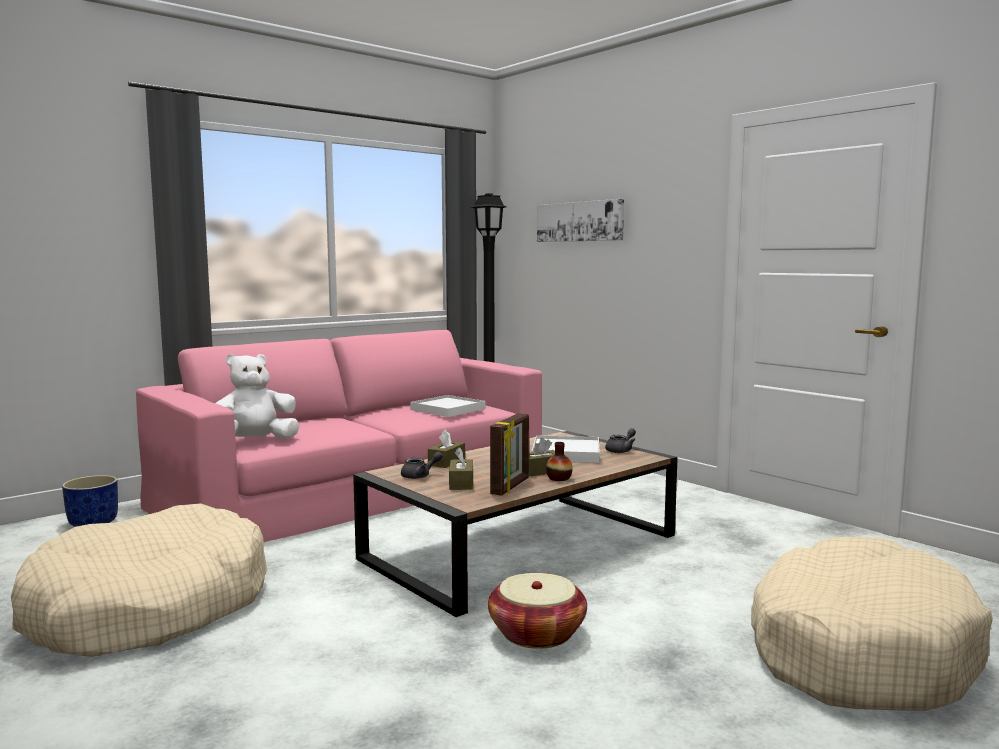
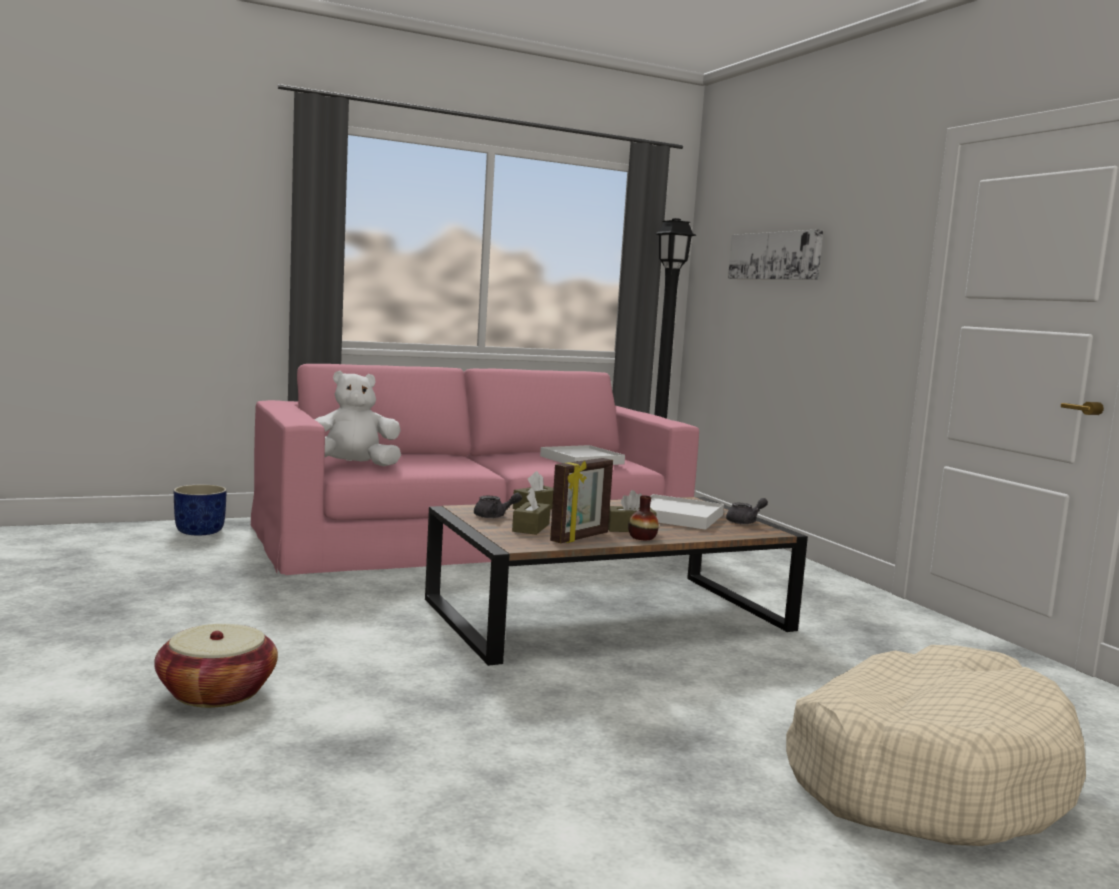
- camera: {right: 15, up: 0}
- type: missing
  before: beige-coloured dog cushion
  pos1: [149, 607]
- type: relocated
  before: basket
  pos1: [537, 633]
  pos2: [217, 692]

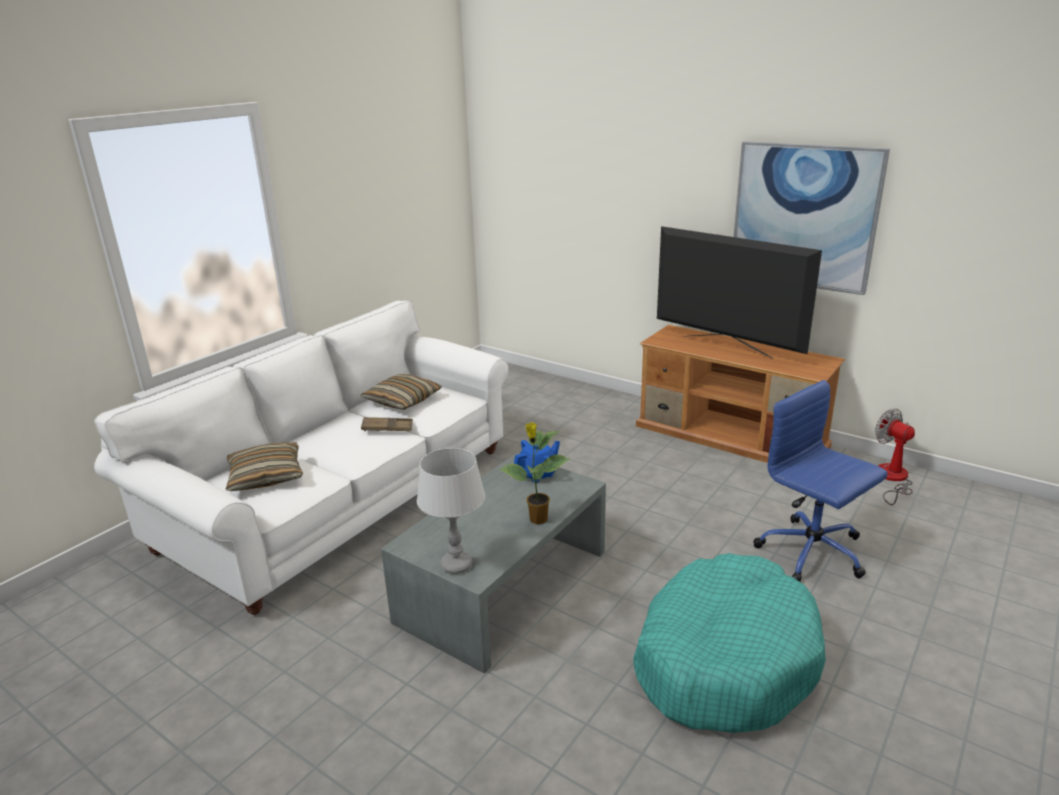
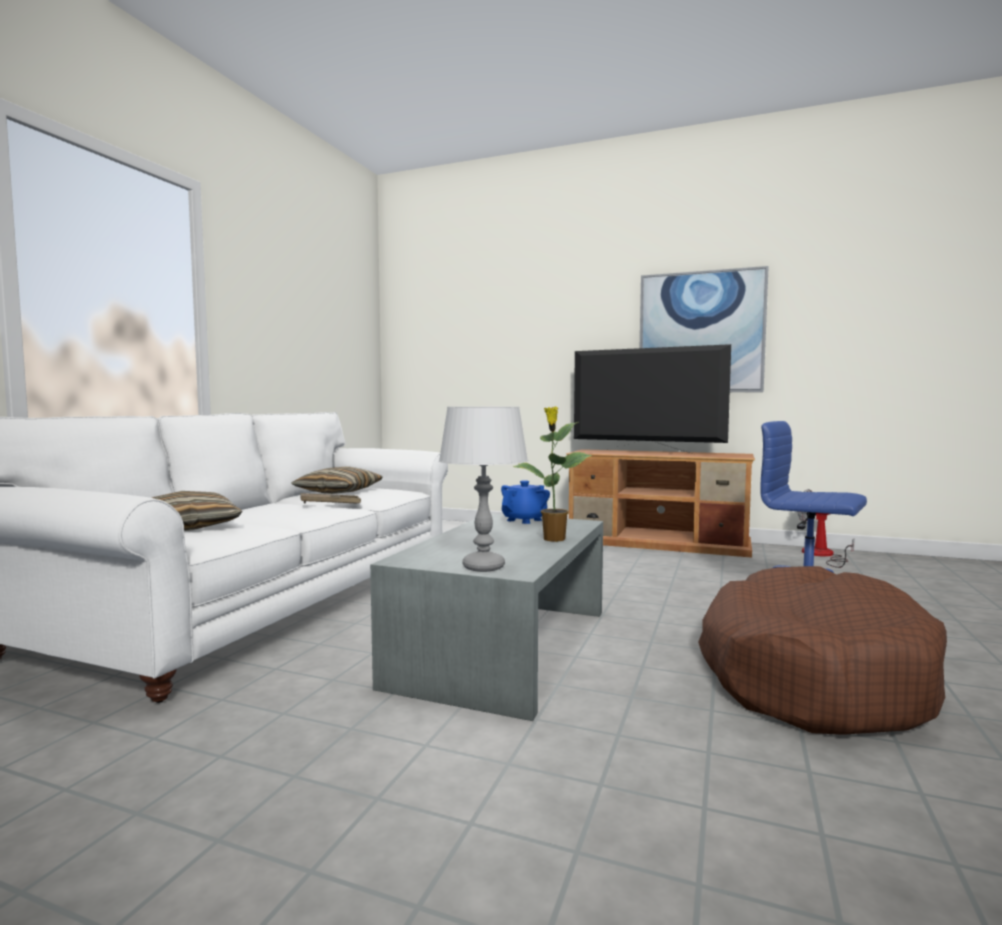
- camera: {right: -15, up: -20}
- type: colour
  before: turquoise-coloured dog cushion
  after: brown-coloured dog cushion
  pos1: [724, 659]
  pos2: [811, 675]

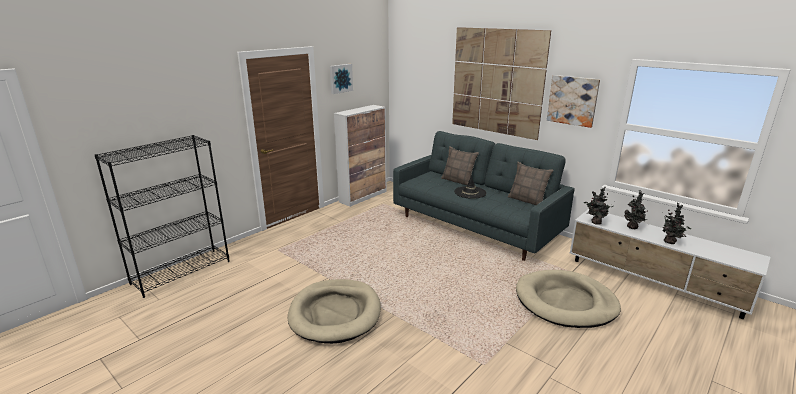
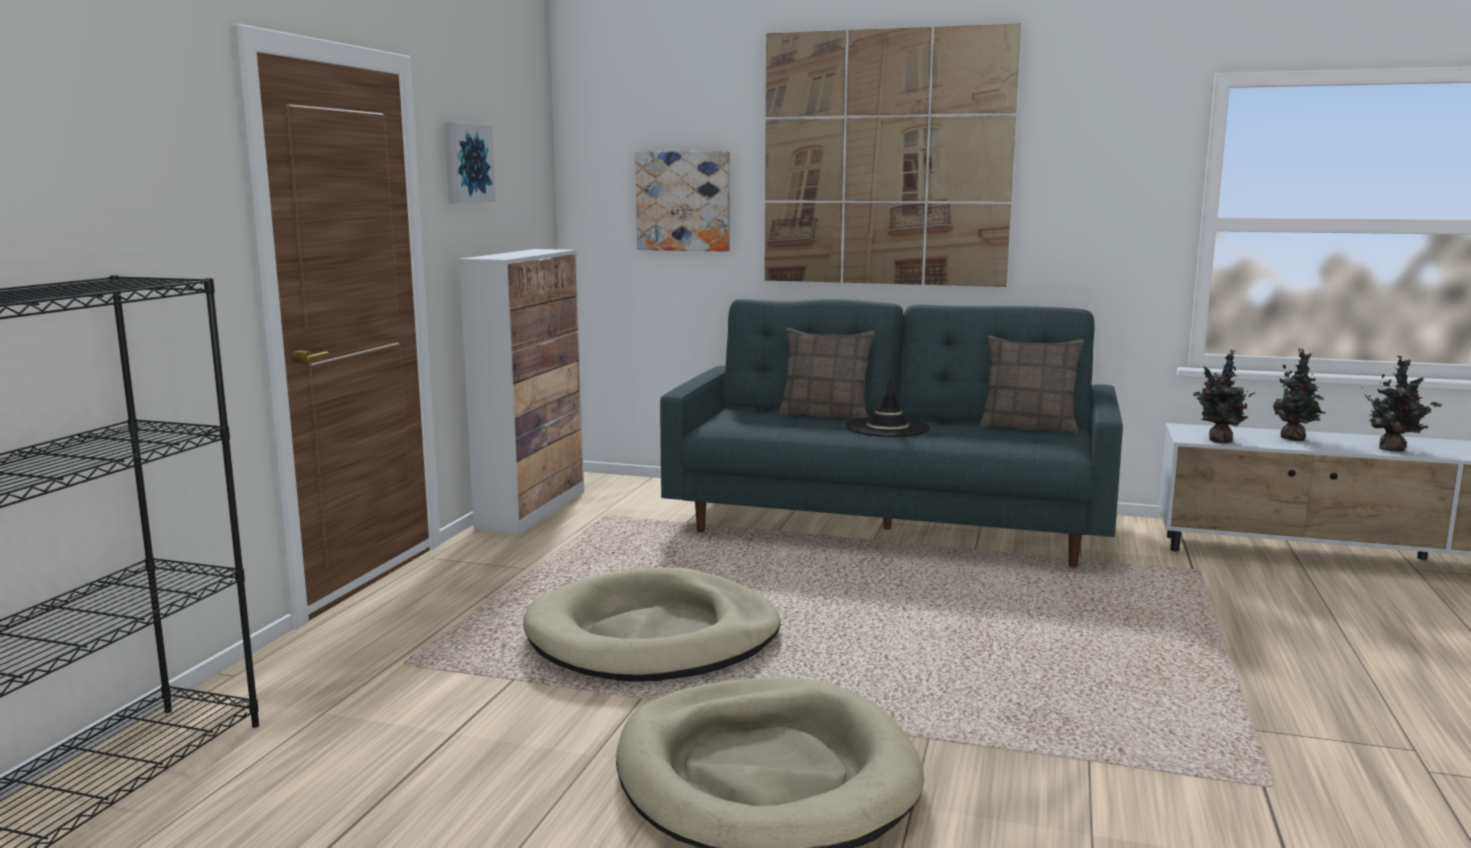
- camera: {right: -25, up: -10}
- type: relocated
  before: wall art
  pos1: [572, 100]
  pos2: [683, 201]
- type: relocated
  before: beige-coloured dog cushion
  pos1: [565, 302]
  pos2: [653, 636]

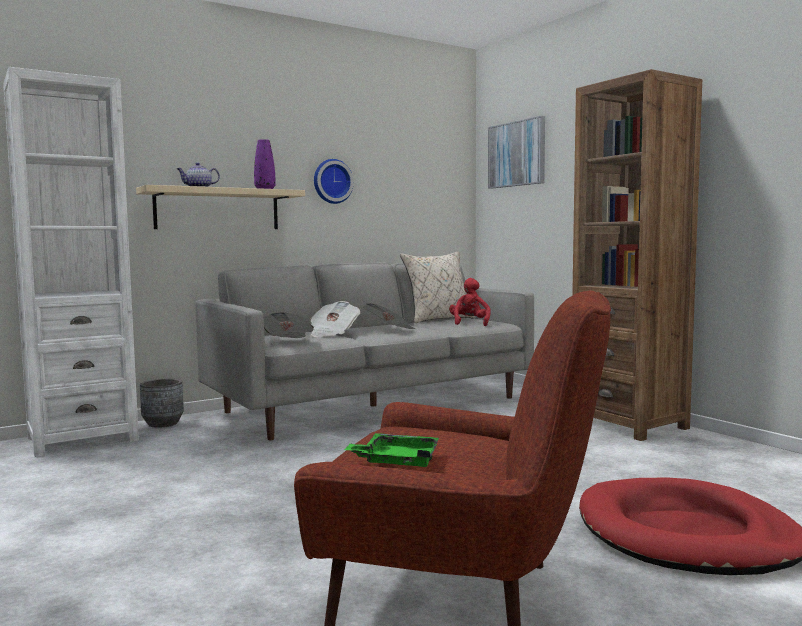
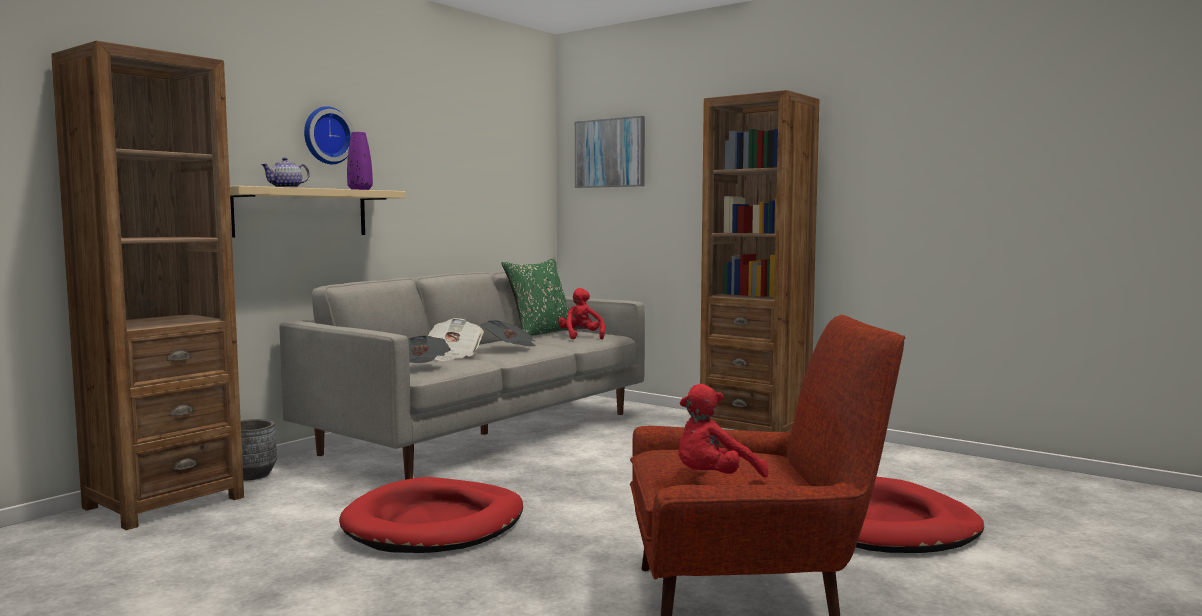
- camera: {right: -20, up: 0}
- type: colour
  before: whitish bookshelf
  after: brown-coloured bookshelf
  pos1: [82, 438]
  pos2: [164, 502]
- type: relocated
  before: wall clock
  pos1: [332, 181]
  pos2: [326, 135]
- type: colour
  before: beige-coloured cushion
  after: green cushion
  pos1: [438, 320]
  pos2: [540, 334]
- type: exchanged
  before: green serving tray
  after: reddish plush toy
  pos1: [397, 461]
  pos2: [714, 480]
- type: appeared
  after: reddish dog cushion
  pos2: [435, 524]

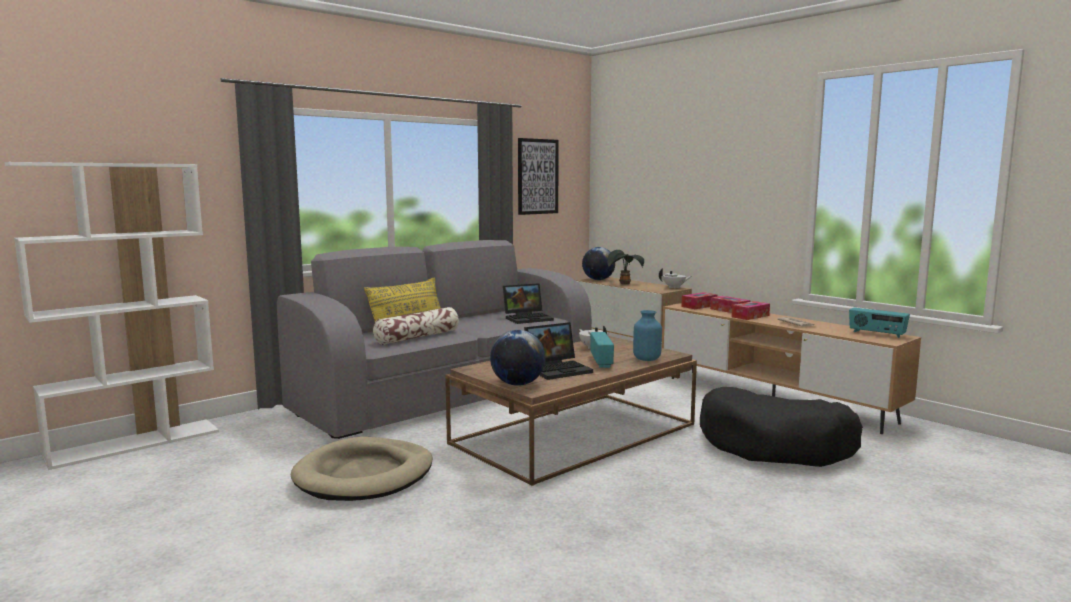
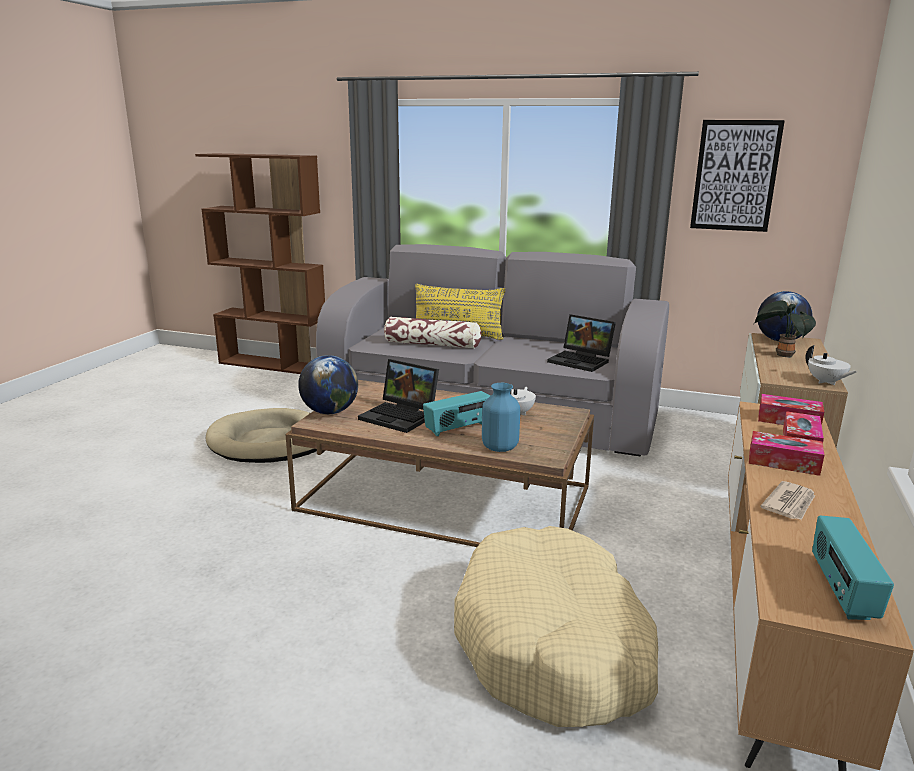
- camera: {right: 60, up: 10}
- type: colour
  before: whitish bookshelf
  after: brown-coloured bookshelf
  pos1: [135, 443]
  pos2: [274, 365]
- type: colour
  before: black-coloured dog cushion
  after: beige-coloured dog cushion
  pos1: [775, 445]
  pos2: [554, 645]

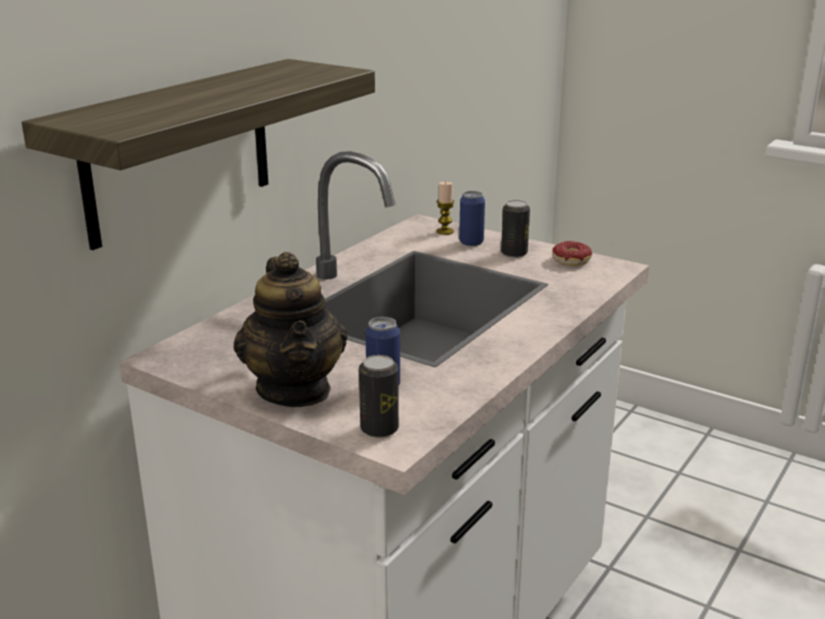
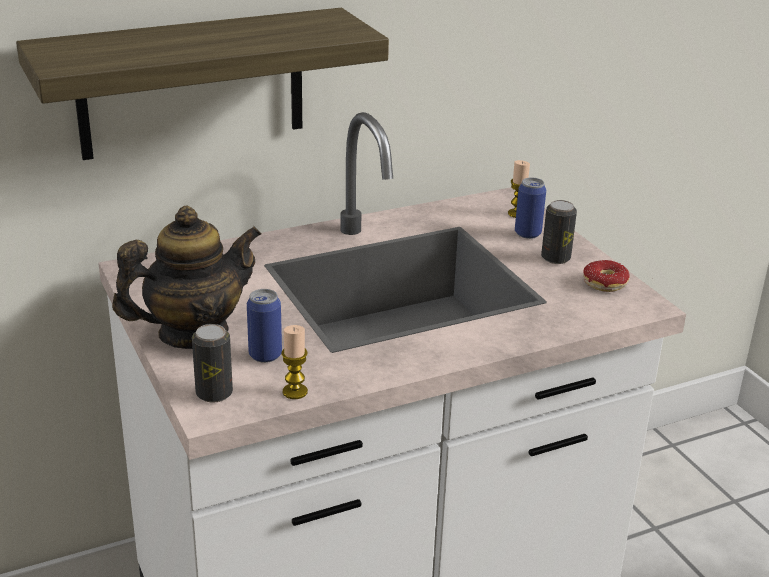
- camera: {right: 30, up: 5}
- type: spun
  before: pot for tea
  pos1: [295, 390]
  pos2: [193, 333]
  turn: -135
- type: appeared
  after: wax light
  pos2: [295, 392]

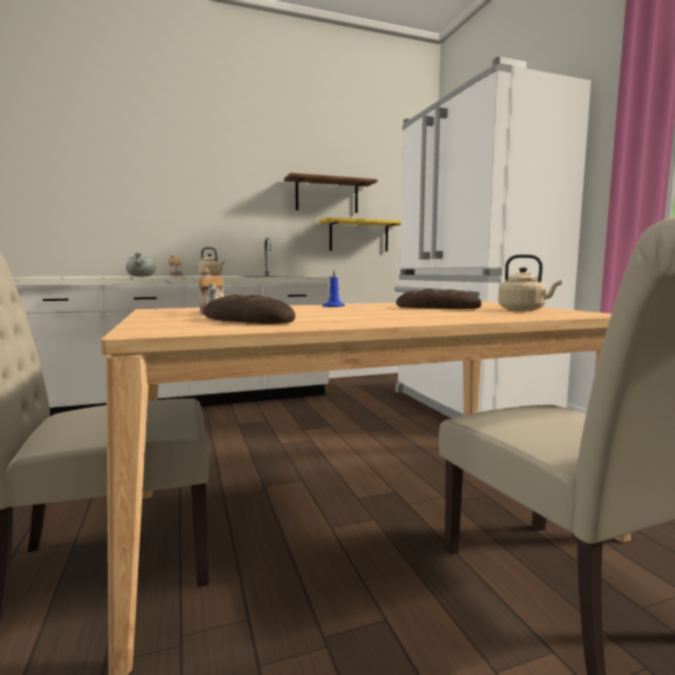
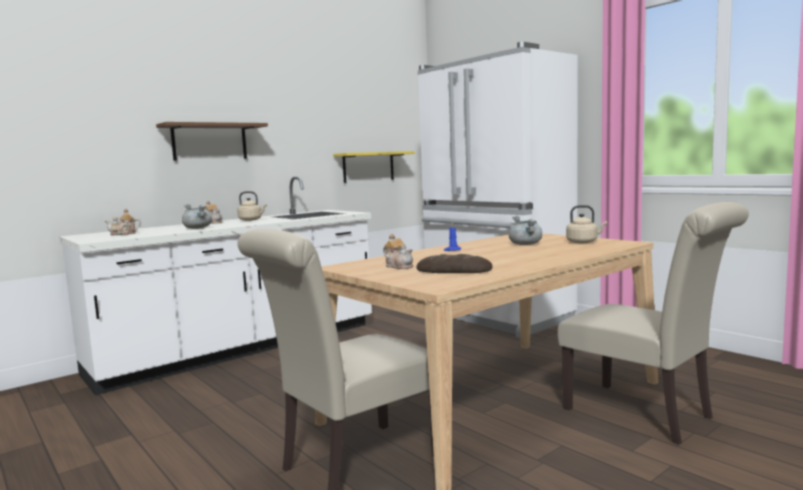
- camera: {right: -20, up: 0}
- type: relocated
  before: brown-coloured shelf
  pos1: [327, 196]
  pos2: [209, 142]
- type: exchanged
  before: bread
  after: gray saucepot
  pos1: [437, 308]
  pos2: [525, 244]
- type: appeared
  after: pot for tea
  pos2: [124, 234]

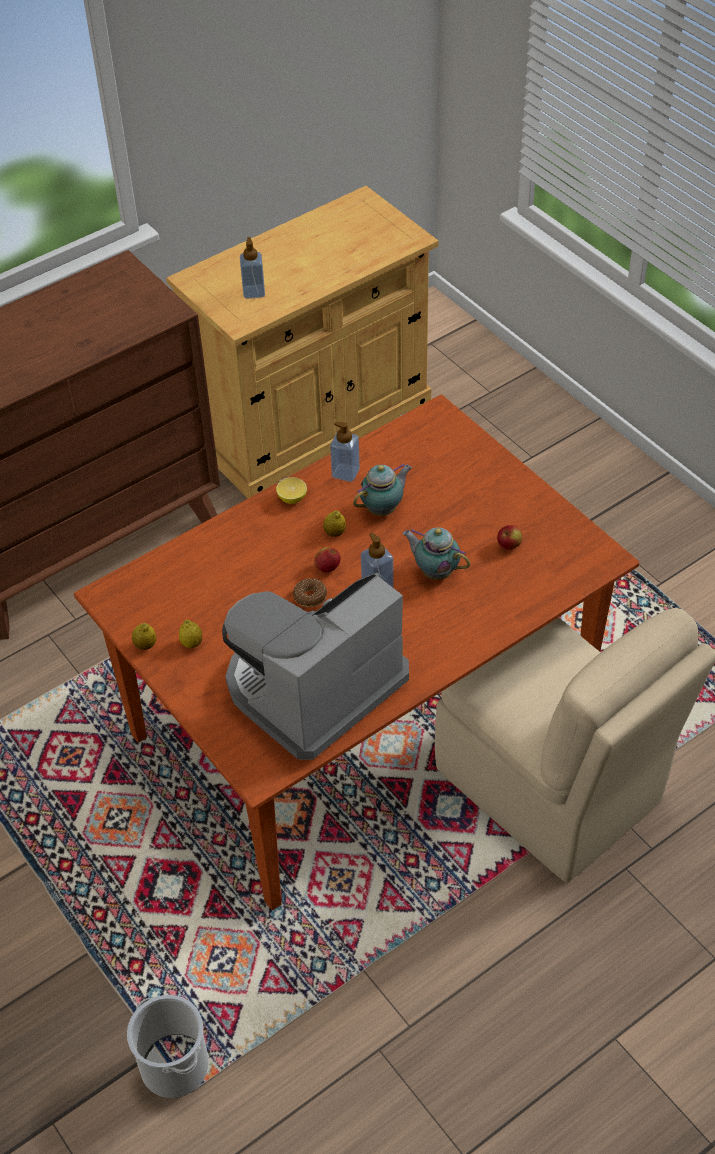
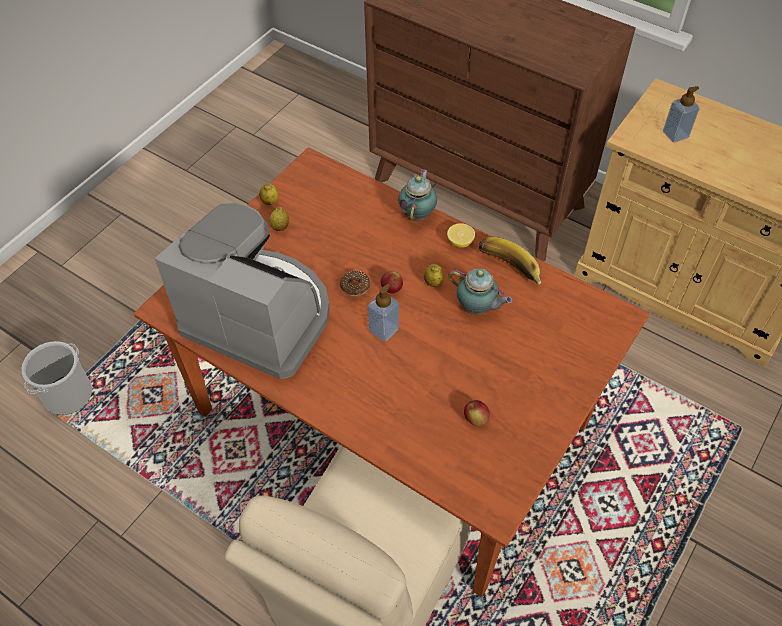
- camera: {right: 70, up: 5}
- type: exchanged
  before: liquid soap bottle
  after: banana fruit
  pos1: [345, 473]
  pos2: [507, 269]
- type: relocated
  before: pot for tea
  pos1: [435, 571]
  pos2: [418, 214]

